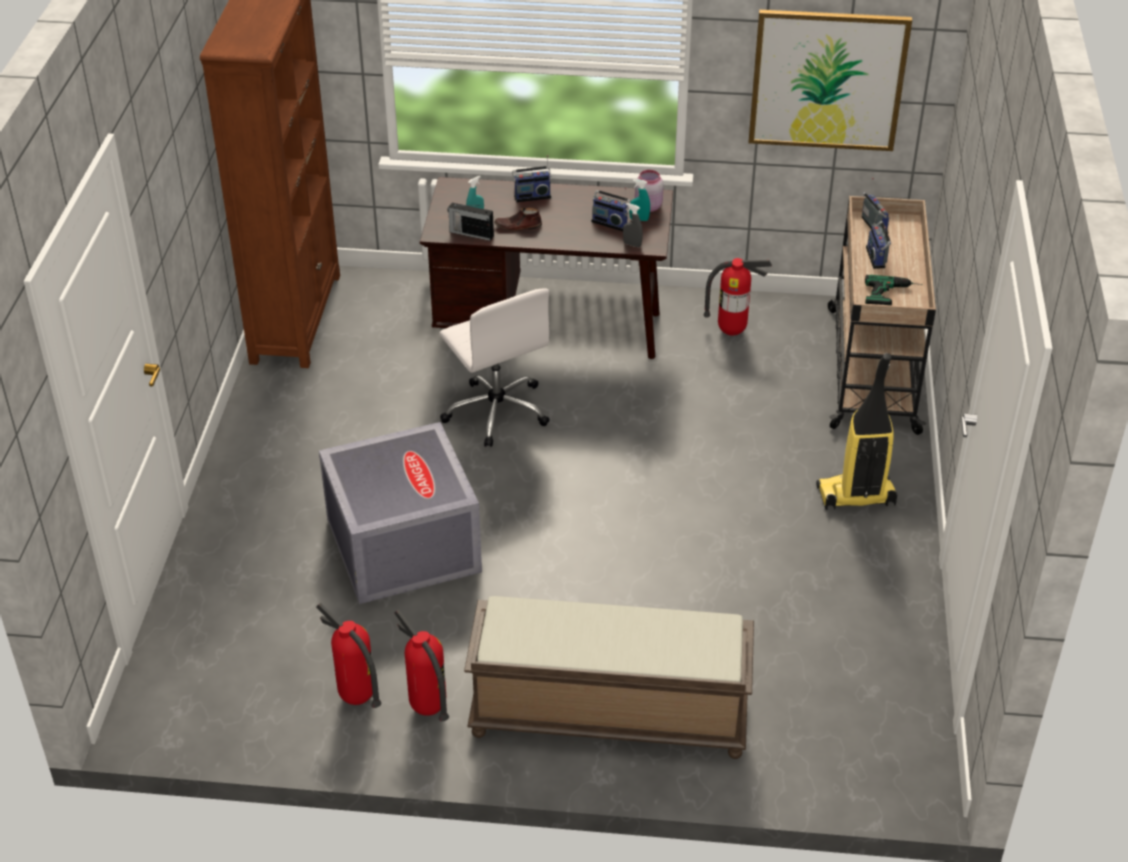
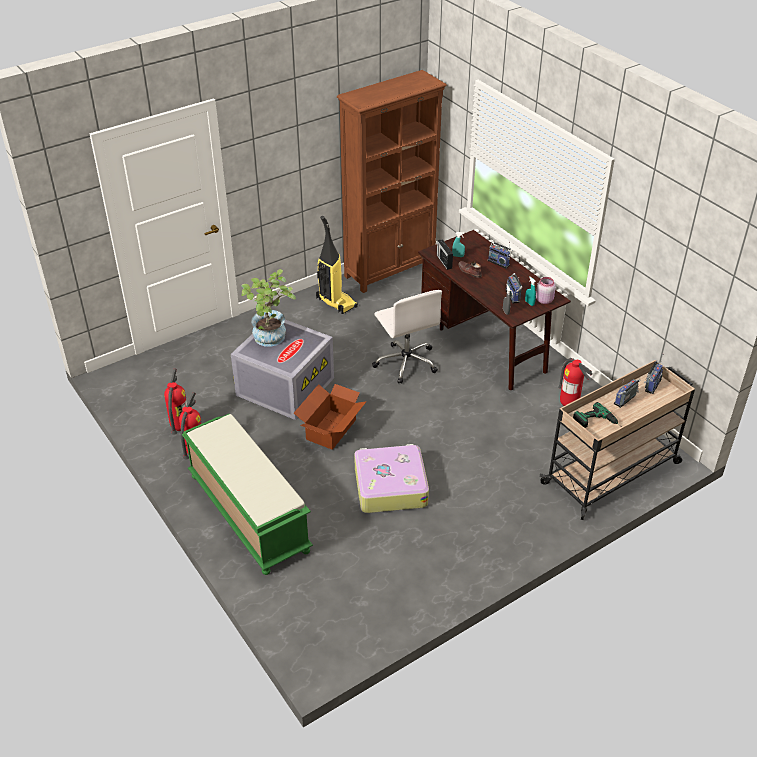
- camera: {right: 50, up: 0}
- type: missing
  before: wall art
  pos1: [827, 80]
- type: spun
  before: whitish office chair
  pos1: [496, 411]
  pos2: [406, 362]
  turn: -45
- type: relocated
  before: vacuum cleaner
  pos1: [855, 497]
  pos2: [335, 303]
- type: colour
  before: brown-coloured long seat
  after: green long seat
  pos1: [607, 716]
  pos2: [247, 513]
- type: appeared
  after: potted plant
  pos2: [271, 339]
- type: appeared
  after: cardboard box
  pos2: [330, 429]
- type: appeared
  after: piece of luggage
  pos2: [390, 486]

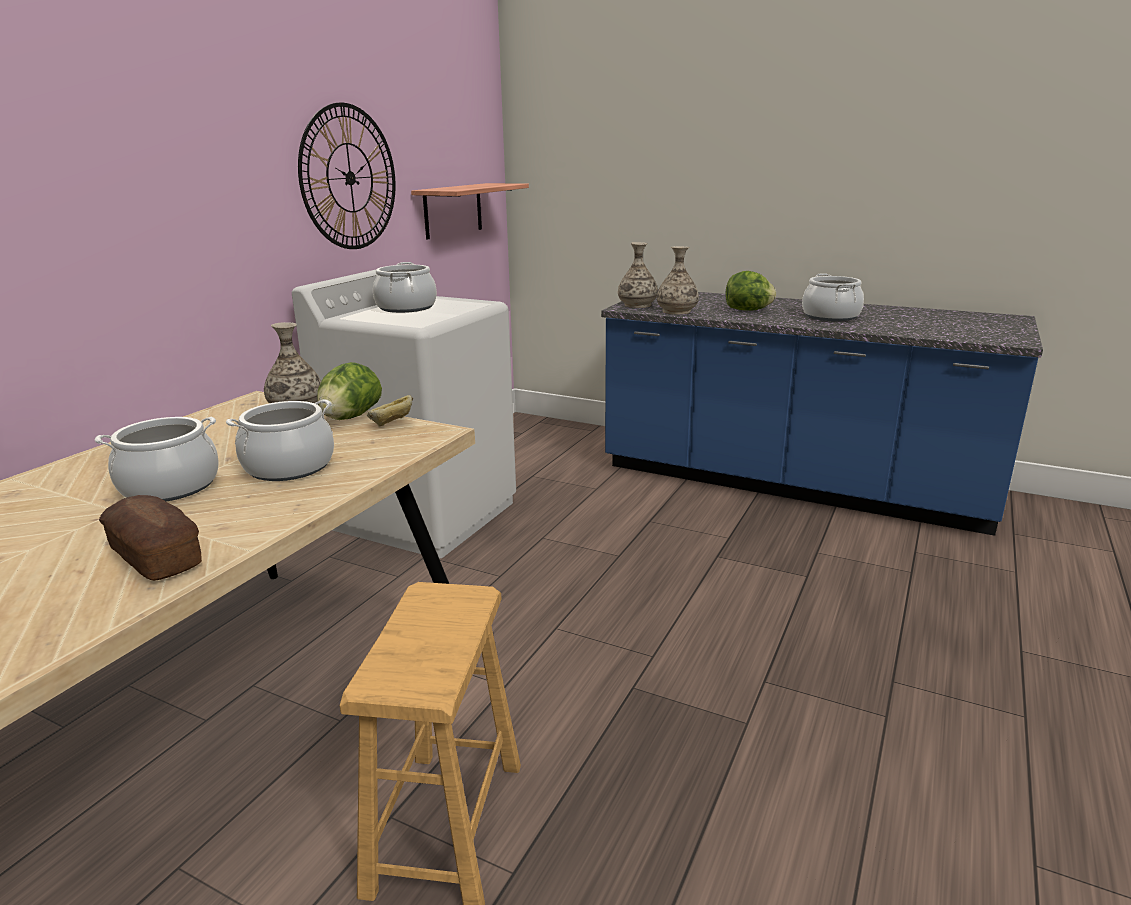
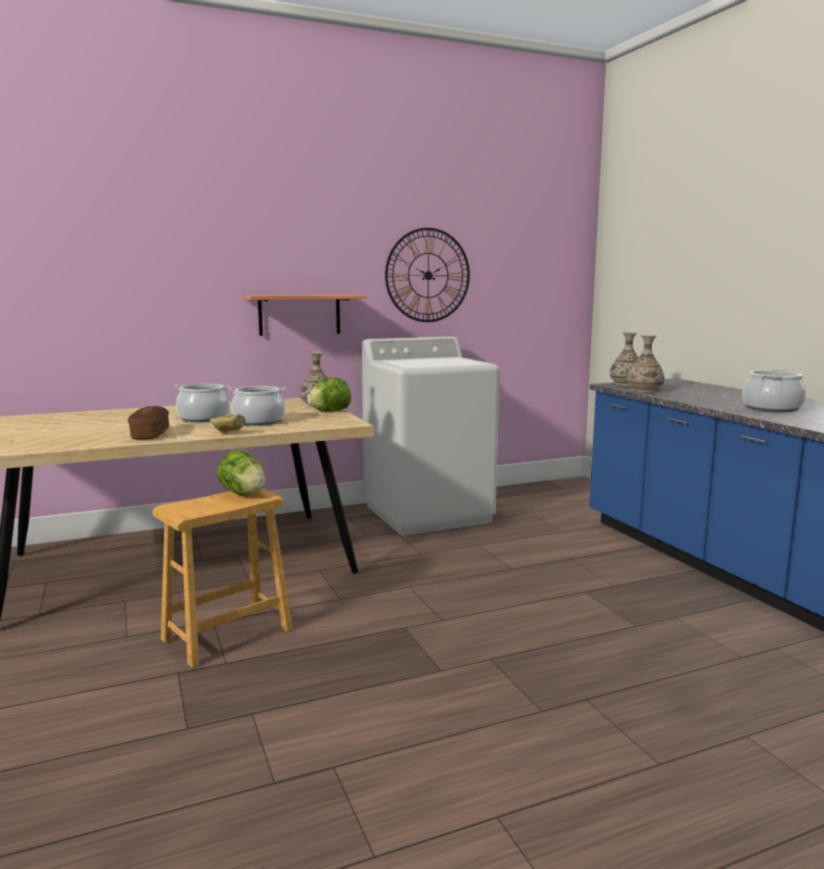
- camera: {right: 40, up: -10}
- type: relocated
  before: shelf
  pos1: [453, 210]
  pos2: [299, 314]
- type: missing
  before: saucepot
  pos1: [406, 308]
- type: relocated
  before: head of lettuce
  pos1: [748, 310]
  pos2: [243, 494]
- type: relocated
  before: bread
  pos1: [392, 425]
  pos2: [228, 433]

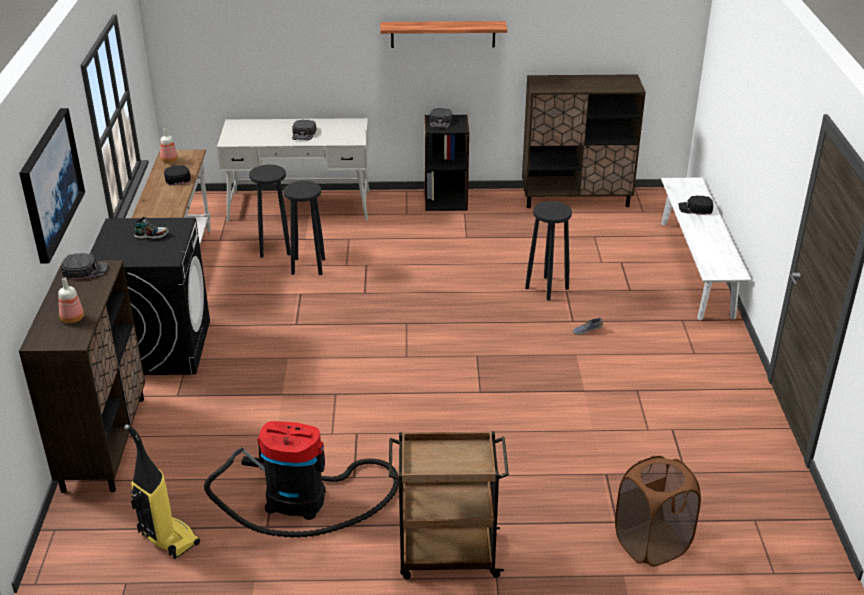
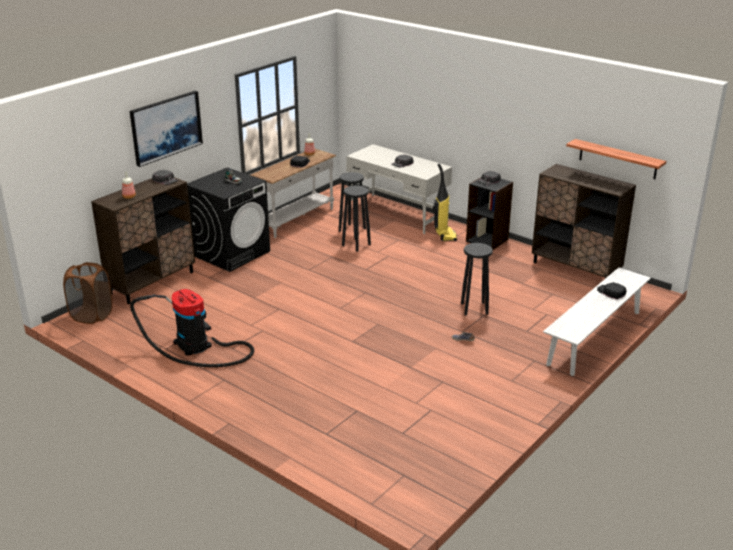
- camera: {right: 40, up: -5}
- type: relocated
  before: shelf
  pos1: [443, 34]
  pos2: [617, 159]
- type: relocated
  before: vacuum cleaner
  pos1: [167, 538]
  pos2: [444, 235]
- type: missing
  before: brown-coloured cart
  pos1: [446, 555]
- type: relocated
  before: brown-coloured laundry basket
  pos1: [651, 544]
  pos2: [91, 315]

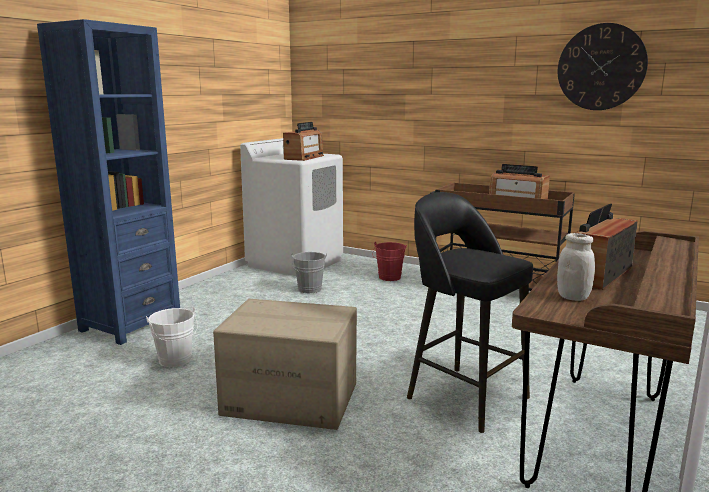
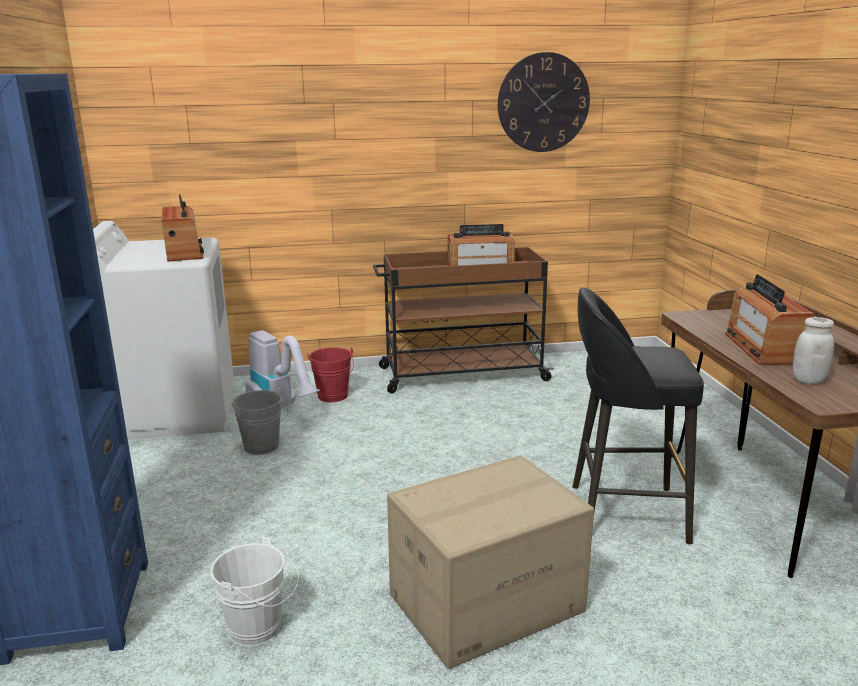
- camera: {right: -40, up: 5}
- type: appeared
  after: vacuum cleaner
  pos2: [281, 406]

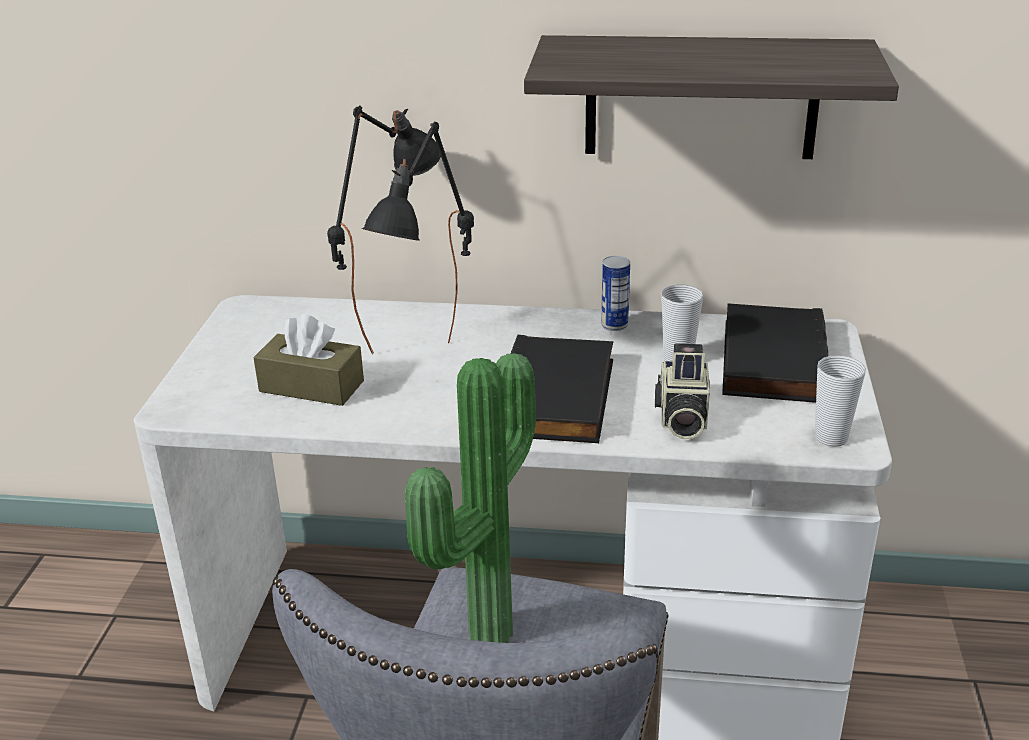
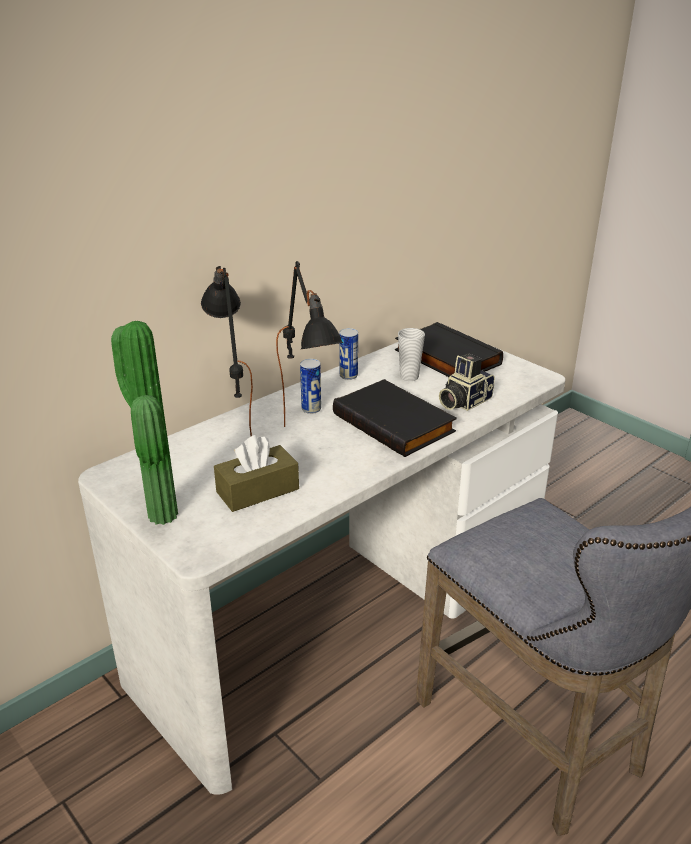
- camera: {right: -50, up: 0}
- type: missing
  before: shelf
  pos1: [701, 97]
- type: spun
  before: photo camera
  pos1: [681, 418]
  pos2: [463, 401]
  turn: 90
- type: relocated
  before: potted plant
  pos1: [482, 631]
  pos2: [157, 517]
- type: missing
  before: cup
  pos1: [831, 438]
- type: appeared
  after: metal can
  pos2: [311, 409]

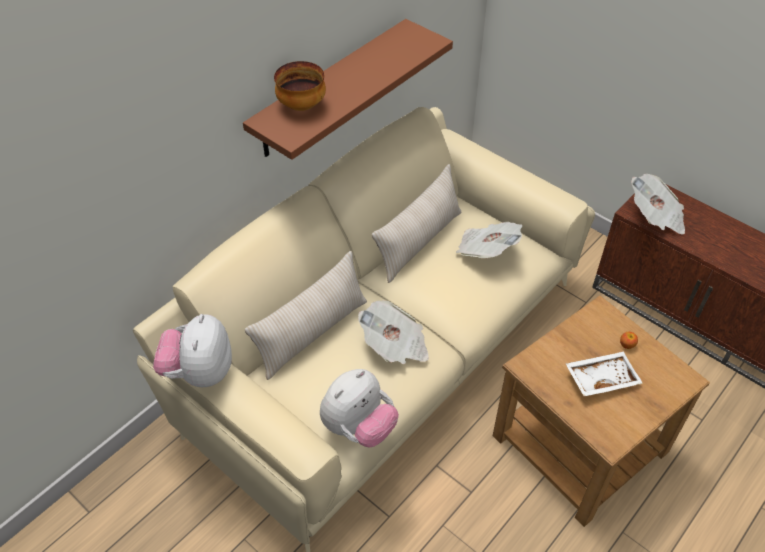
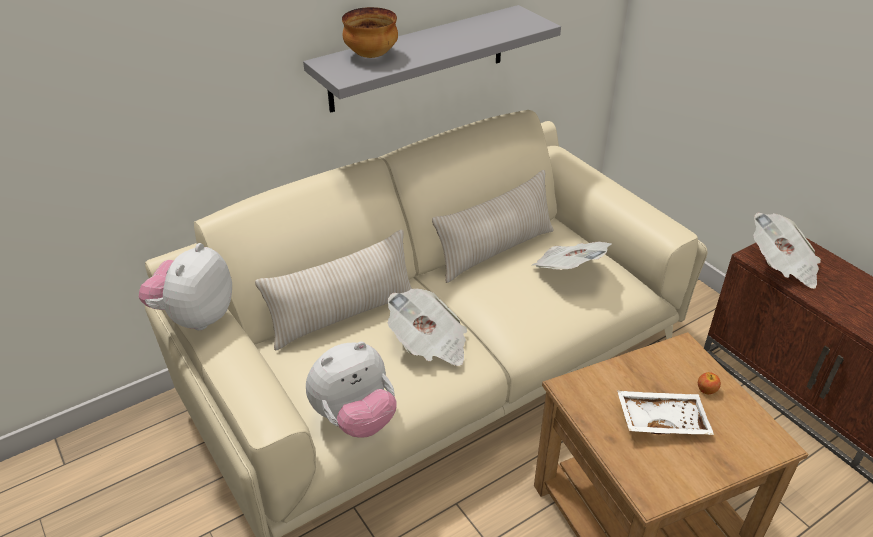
- camera: {right: 15, up: -10}
- type: colour
  before: brown-coloured shelf
  after: gray shelf
  pos1: [331, 89]
  pos2: [418, 58]

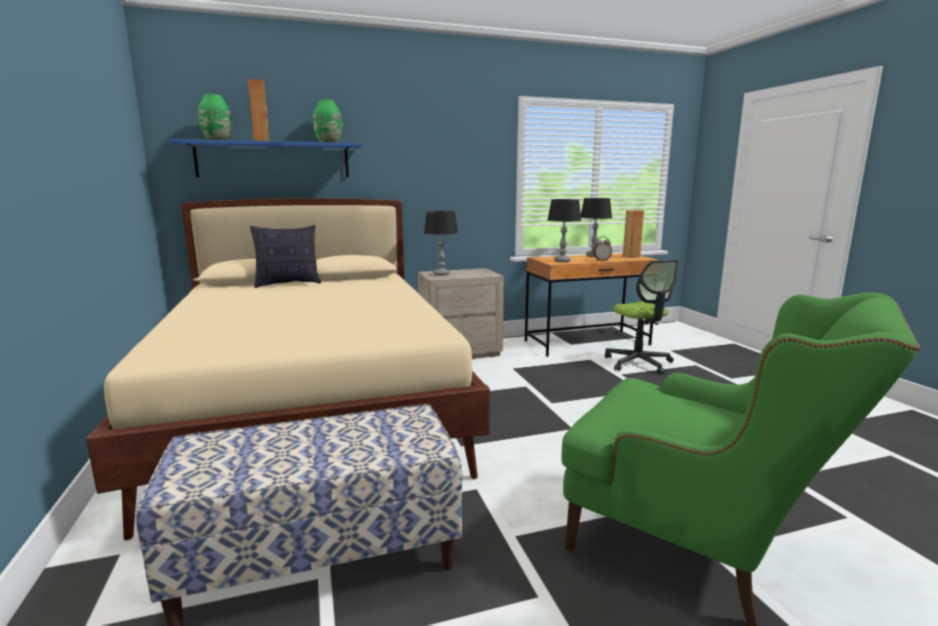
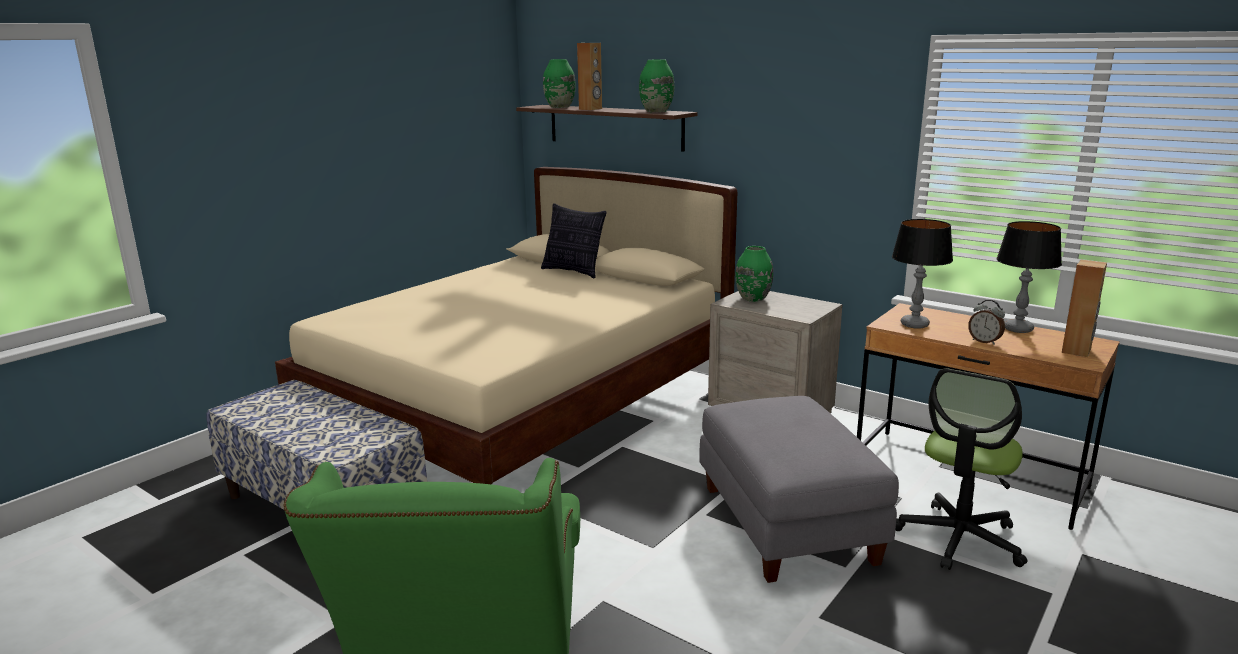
- camera: {right: 55, up: 5}
- type: colour
  before: bluish shelf
  after: brown-coloured shelf
  pos1: [274, 160]
  pos2: [615, 127]
- type: exchanged
  before: table lamp
  after: green flower vase
  pos1: [441, 274]
  pos2: [752, 298]
- type: appeared
  after: gray pouffe
  pos2: [789, 524]

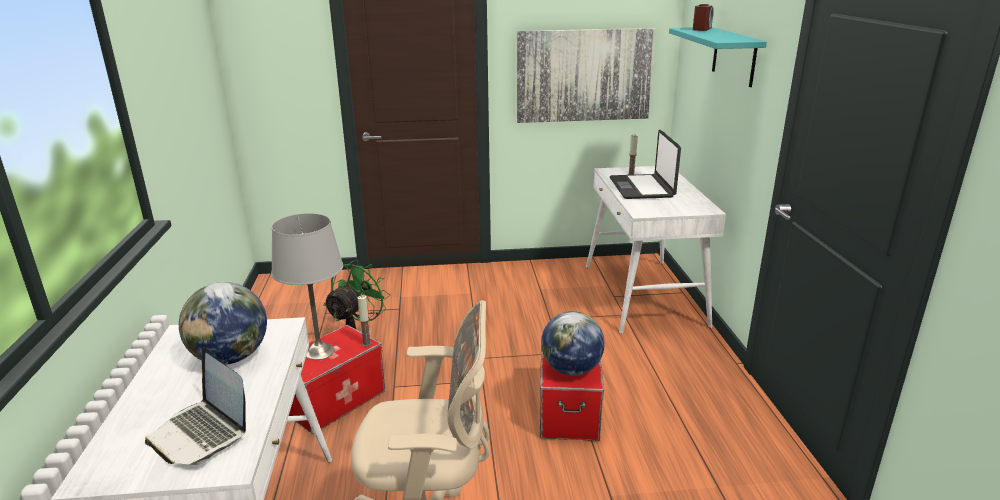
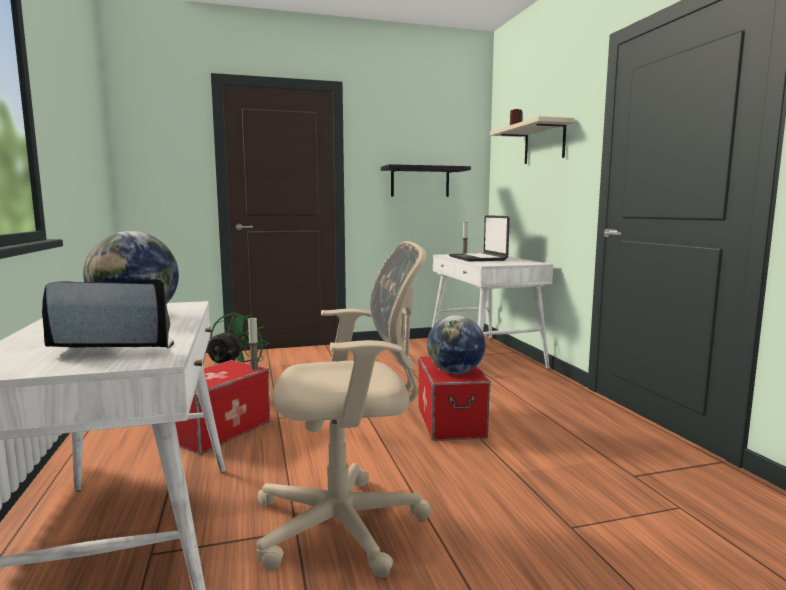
- camera: {right: -10, up: -15}
- type: colour
  before: turquoise-coloured shelf
  after: beige-coloured shelf
  pos1: [734, 56]
  pos2: [544, 143]
- type: exchanged
  before: wall art
  after: black-coloured shelf
  pos1: [584, 75]
  pos2: [420, 182]
- type: missing
  before: gray table lamp
  pos1: [319, 352]
- type: spun
  before: portable computer
  pos1: [202, 433]
  pos2: [114, 347]
  turn: 135

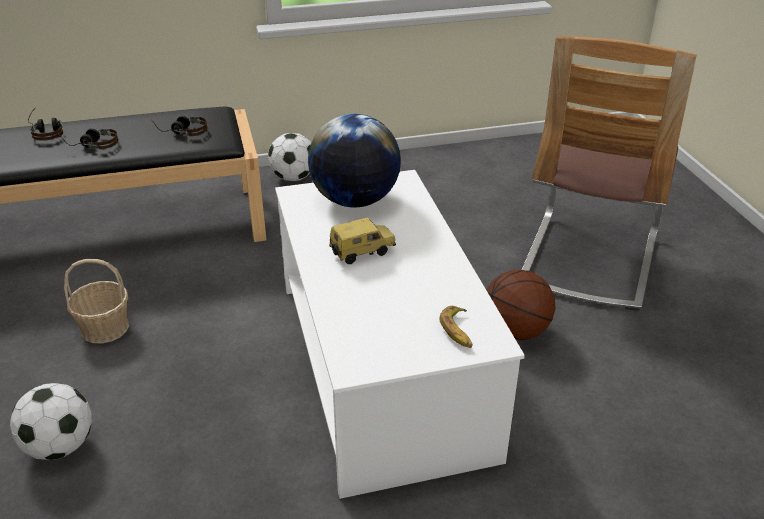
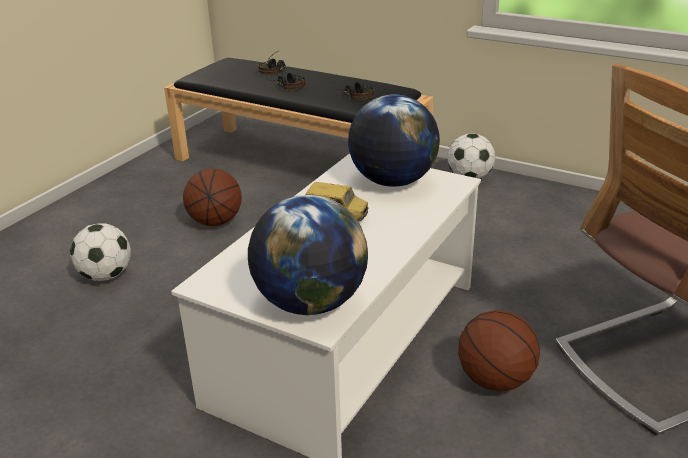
- camera: {right: 45, up: -5}
- type: exchanged
  before: basket
  after: basketball
  pos1: [104, 327]
  pos2: [215, 221]
- type: exchanged
  before: banana fruit
  after: world globe
  pos1: [458, 331]
  pos2: [310, 303]

